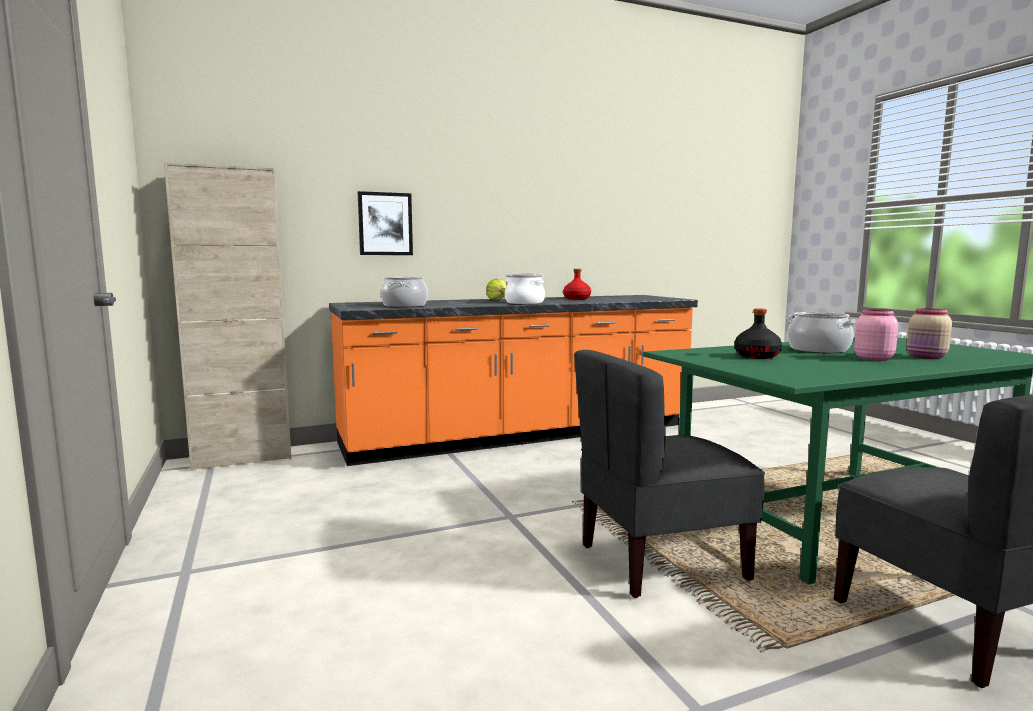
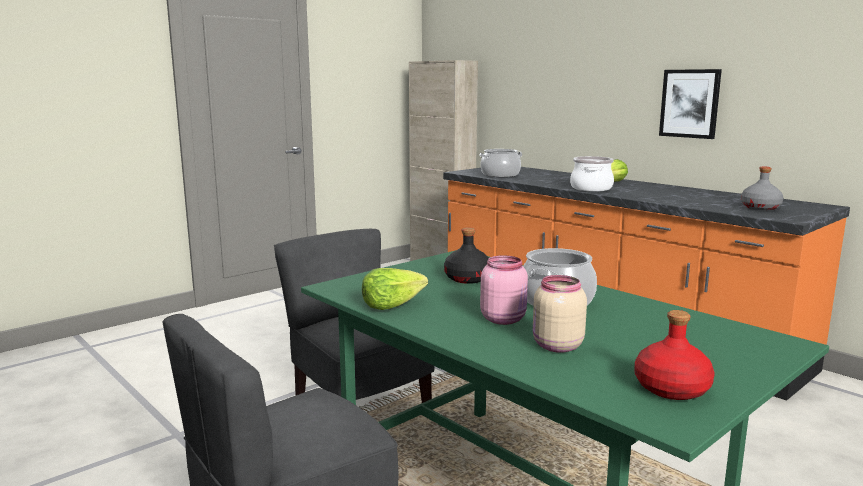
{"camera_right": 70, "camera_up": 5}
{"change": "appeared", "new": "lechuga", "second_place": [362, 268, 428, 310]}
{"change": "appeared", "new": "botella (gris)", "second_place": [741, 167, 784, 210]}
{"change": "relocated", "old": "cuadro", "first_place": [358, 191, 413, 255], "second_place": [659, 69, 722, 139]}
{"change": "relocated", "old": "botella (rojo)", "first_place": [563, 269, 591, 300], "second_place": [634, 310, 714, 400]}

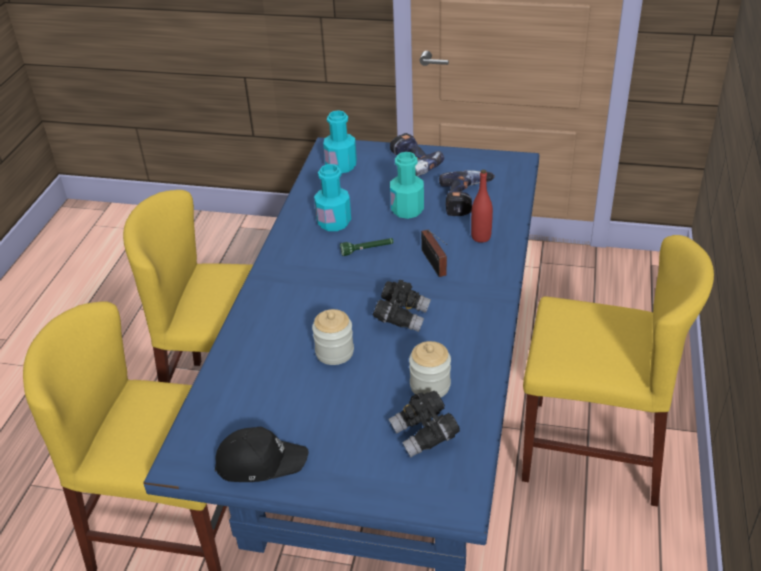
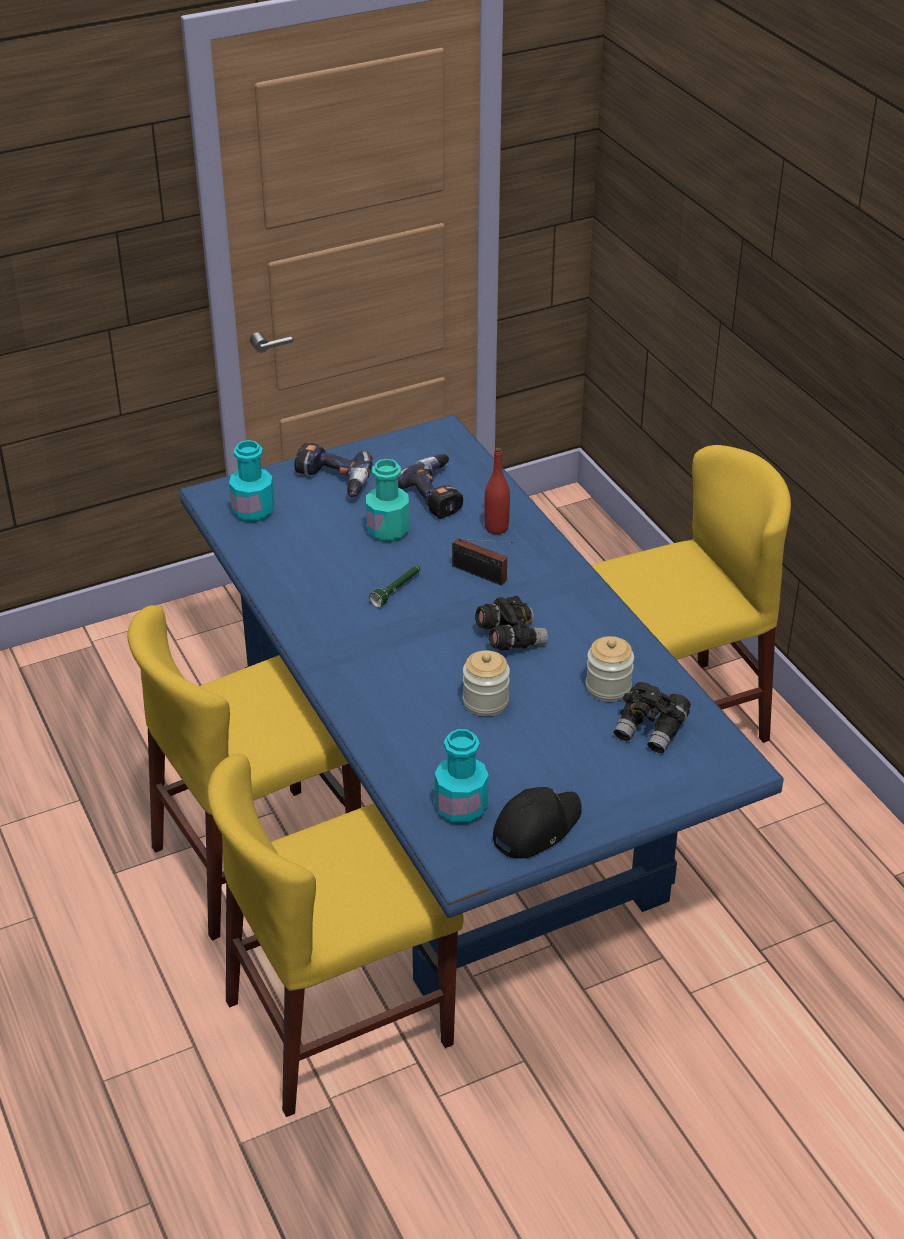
{"camera_right": -40, "camera_up": 0}
{"change": "relocated", "old": "botella (turquesa)", "first_place": [314, 164, 351, 231], "second_place": [435, 729, 489, 824]}

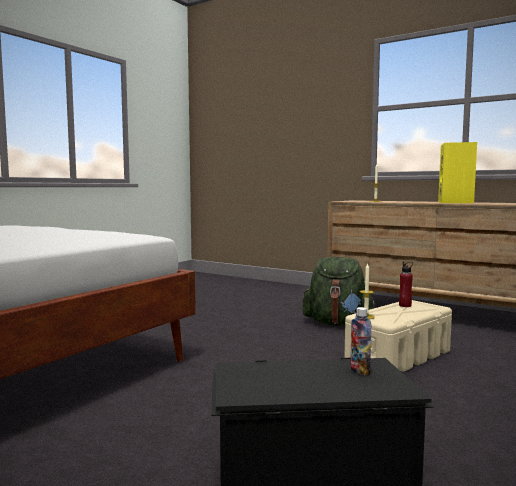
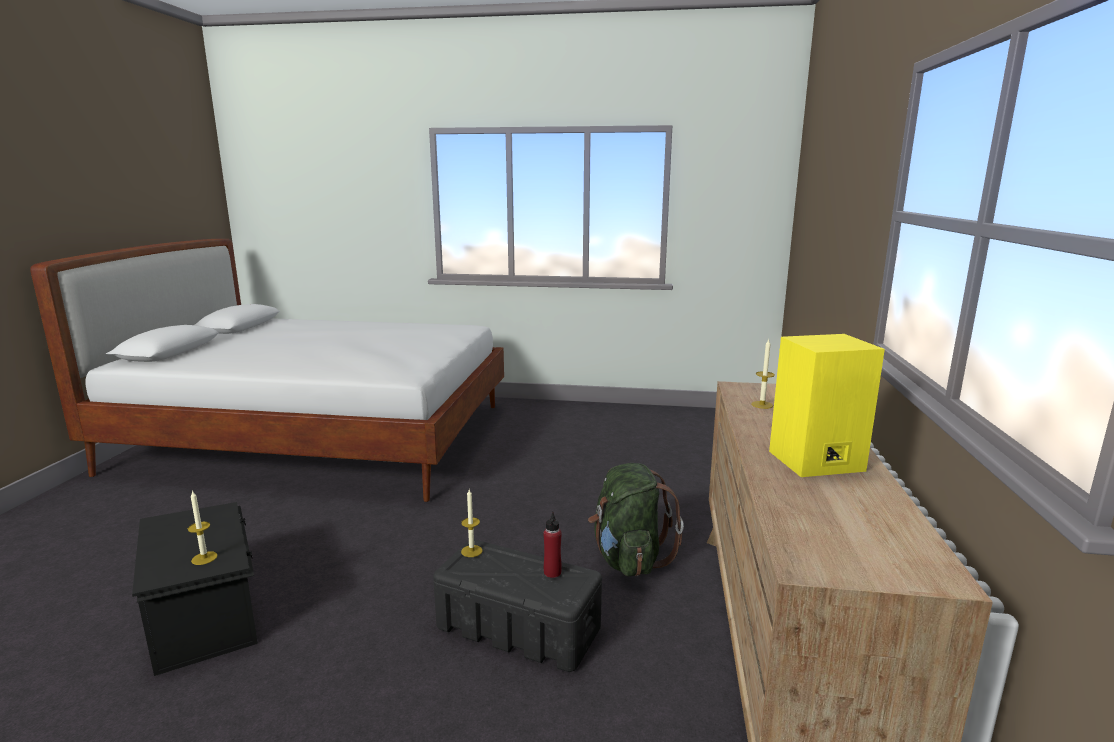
{"camera_right": 65, "camera_up": 10}
{"change": "exchanged", "old": "botella", "new": "vela", "first_place": [350, 307, 371, 375], "second_place": [188, 490, 218, 565]}
{"change": "colour", "old": "caja de almacenaje (beis)", "new": "caja de almacenaje (negro)", "first_place": [344, 300, 452, 372], "second_place": [433, 540, 602, 672]}

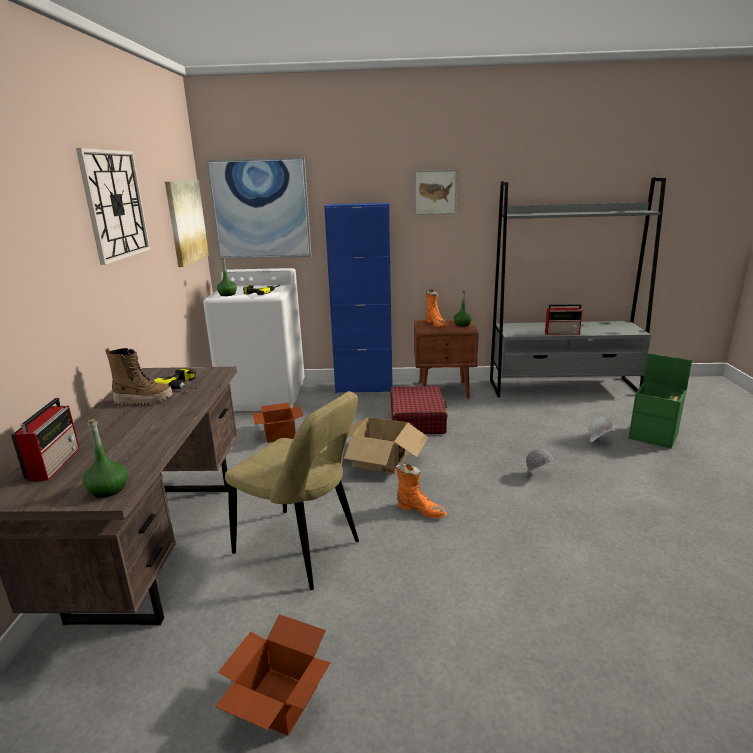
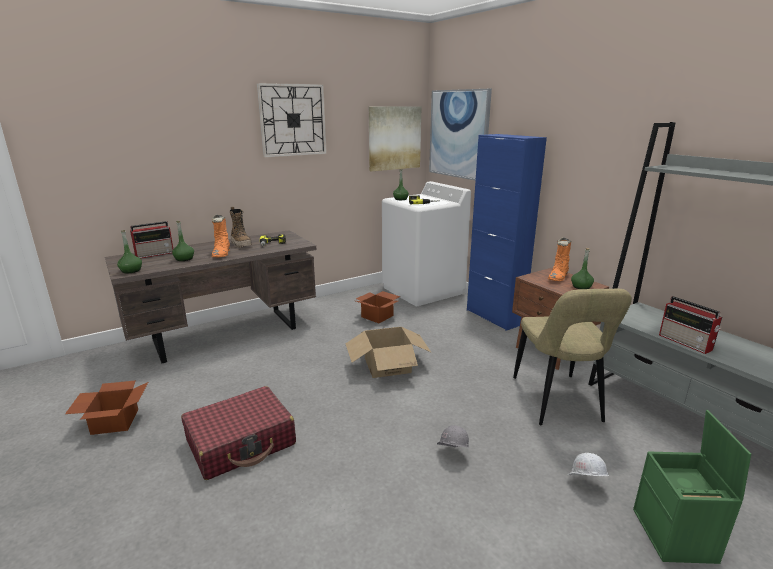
{"camera_right": 55, "camera_up": 0}
{"change": "missing", "old": "cuadro", "first_place": [414, 170, 457, 215]}
{"change": "appeared", "new": "botella (verde)", "second_place": [172, 221, 194, 261]}
{"change": "relocated", "old": "silla (beis)", "first_place": [225, 391, 359, 590], "second_place": [513, 289, 632, 425]}
{"change": "relocated", "old": "maleta (rojo)", "first_place": [390, 386, 448, 434], "second_place": [181, 386, 296, 480]}
{"change": "relocated", "old": "bota (naranja)", "first_place": [396, 464, 447, 518], "second_place": [212, 215, 230, 257]}

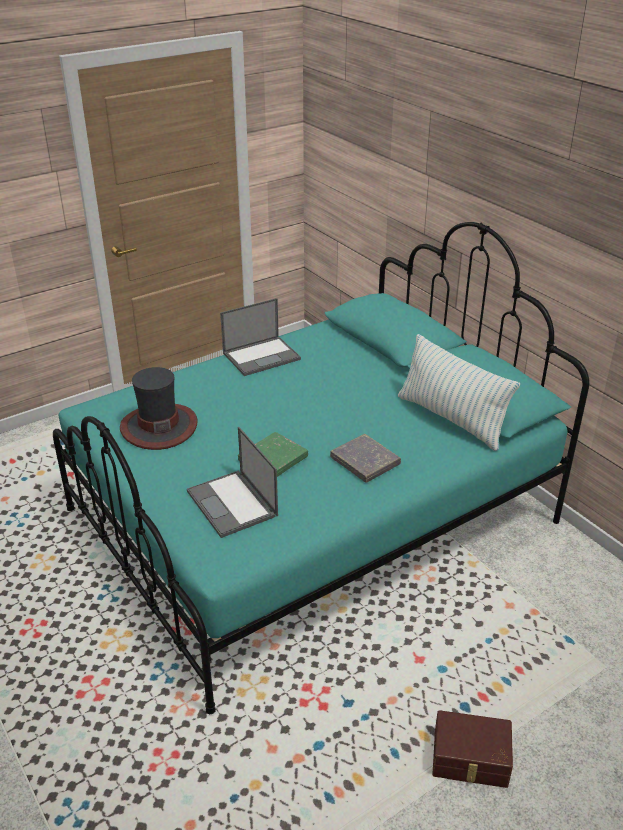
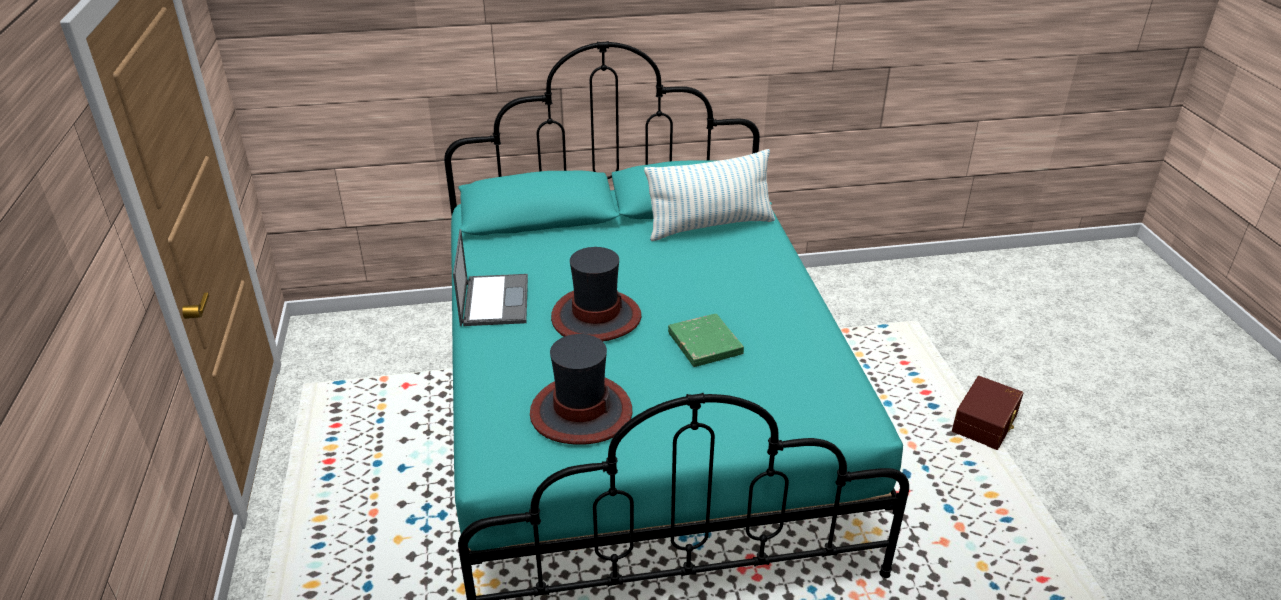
{"camera_right": -65, "camera_up": 0}
{"change": "missing", "old": "portátil", "first_place": [187, 427, 278, 538]}
{"change": "missing", "old": "libro (gris)", "first_place": [330, 434, 401, 483]}
{"change": "appeared", "new": "sombrero", "second_place": [551, 247, 641, 342]}

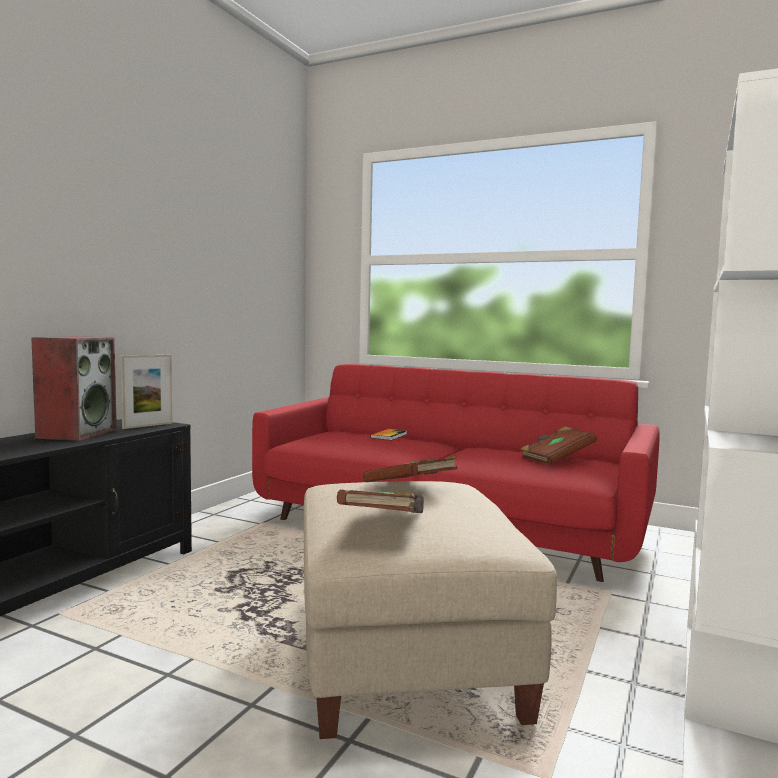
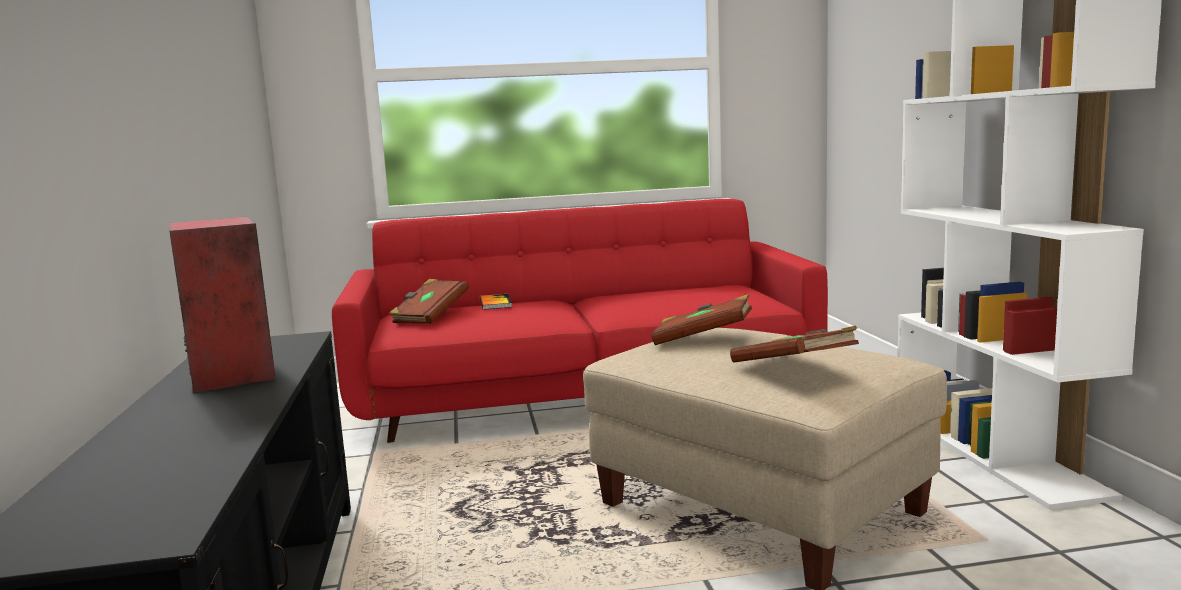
{"camera_right": -35, "camera_up": 5}
{"change": "missing", "old": "portarretratos", "first_place": [120, 355, 172, 429]}
{"change": "relocated", "old": "libro (marrón)", "first_place": [520, 426, 597, 465], "second_place": [389, 279, 469, 324]}

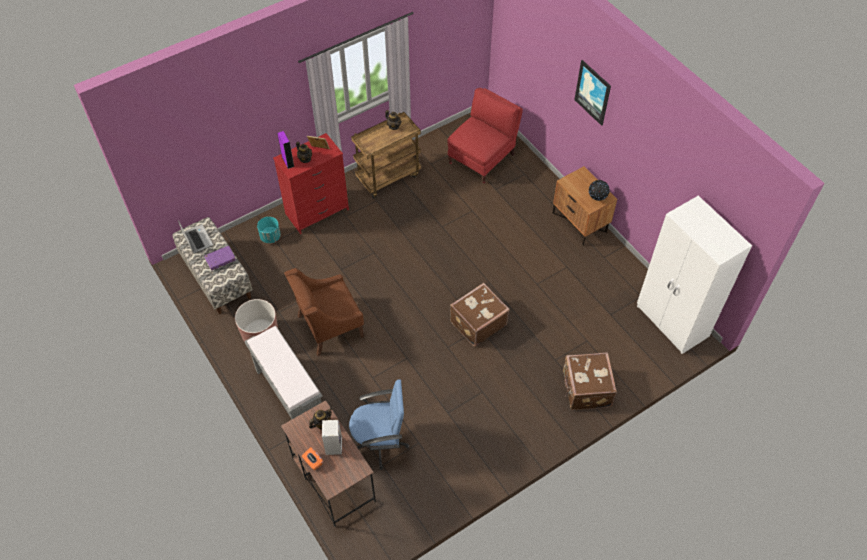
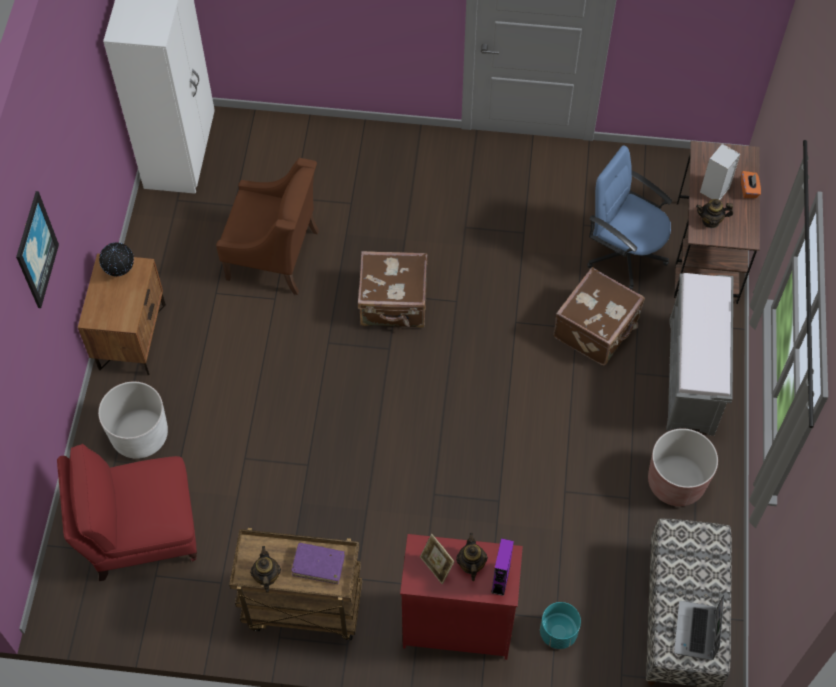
{"camera_right": -140, "camera_up": 5}
{"change": "appeared", "new": "maceta (blanco)", "second_place": [98, 382, 168, 459]}
{"change": "relocated", "old": "libro (morado)", "first_place": [204, 246, 236, 270], "second_place": [291, 542, 345, 584]}
{"change": "relocated", "old": "sillón (marrón)", "first_place": [284, 268, 364, 357], "second_place": [216, 158, 319, 295]}
{"change": "relocated", "old": "maleta (marrón)", "first_place": [563, 352, 617, 410], "second_place": [553, 267, 645, 366]}

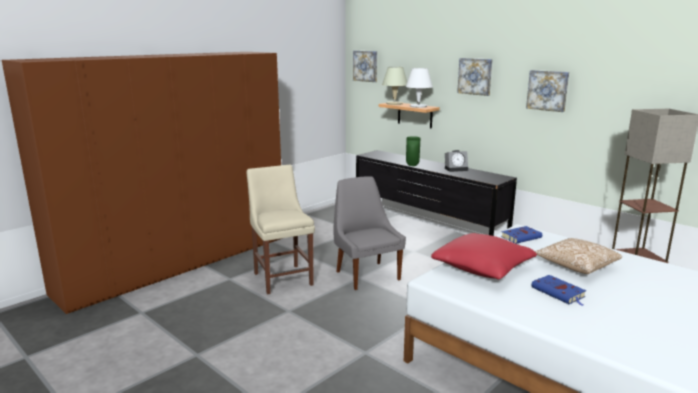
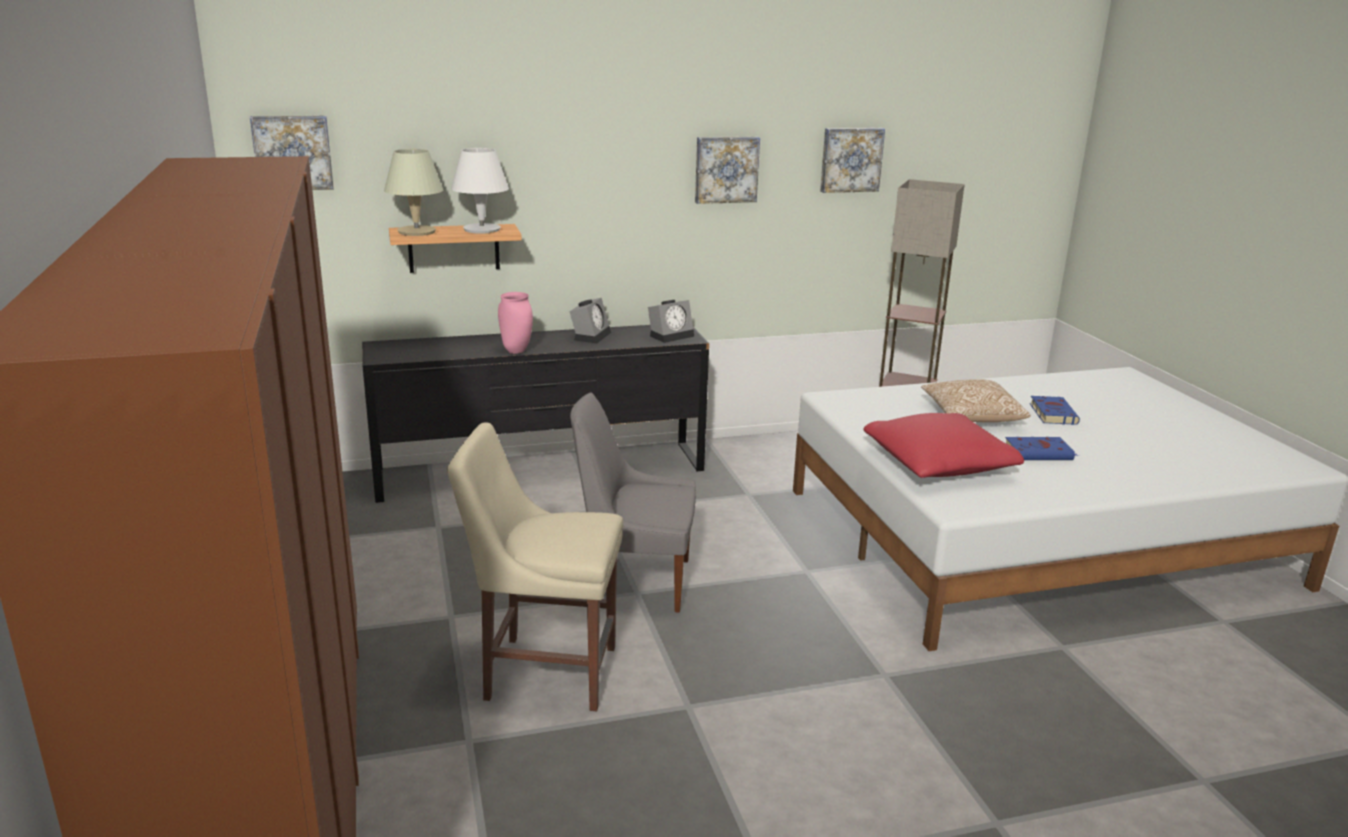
{"camera_right": -60, "camera_up": 5}
{"change": "appeared", "new": "despertador", "second_place": [648, 300, 694, 343]}
{"change": "relocated", "old": "cuadro", "first_place": [457, 58, 493, 96], "second_place": [820, 128, 885, 193]}
{"change": "relocated", "old": "libro (azul)", "first_place": [501, 226, 542, 244], "second_place": [1030, 396, 1080, 425]}
{"change": "colour", "old": "florero (verde)", "new": "florero (rosa)", "first_place": [406, 136, 420, 166], "second_place": [498, 292, 533, 354]}

